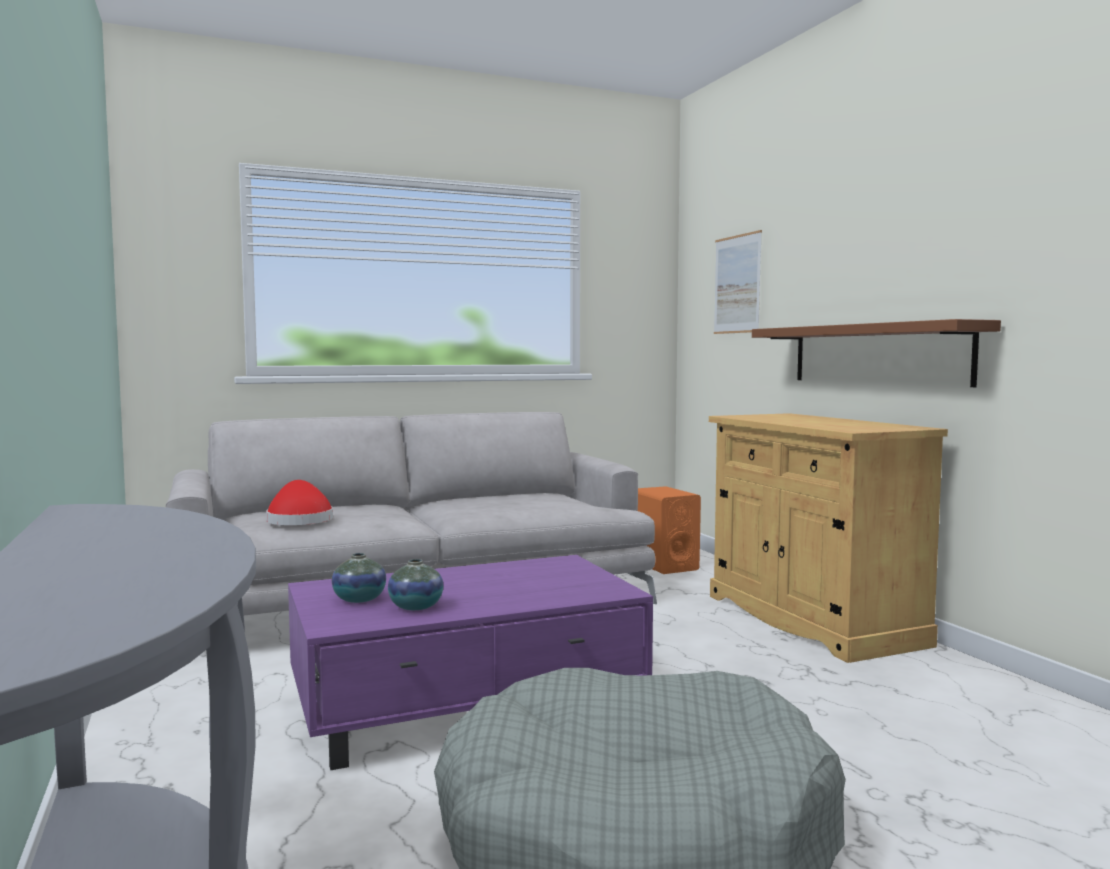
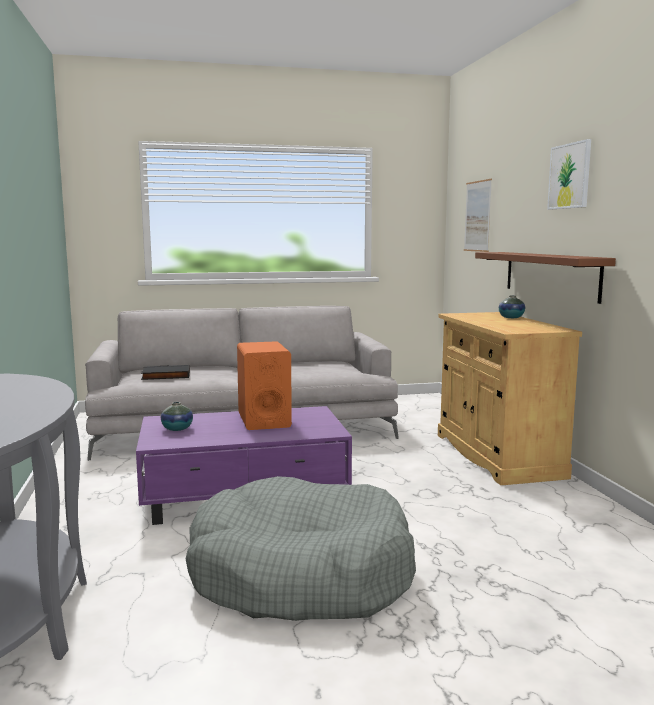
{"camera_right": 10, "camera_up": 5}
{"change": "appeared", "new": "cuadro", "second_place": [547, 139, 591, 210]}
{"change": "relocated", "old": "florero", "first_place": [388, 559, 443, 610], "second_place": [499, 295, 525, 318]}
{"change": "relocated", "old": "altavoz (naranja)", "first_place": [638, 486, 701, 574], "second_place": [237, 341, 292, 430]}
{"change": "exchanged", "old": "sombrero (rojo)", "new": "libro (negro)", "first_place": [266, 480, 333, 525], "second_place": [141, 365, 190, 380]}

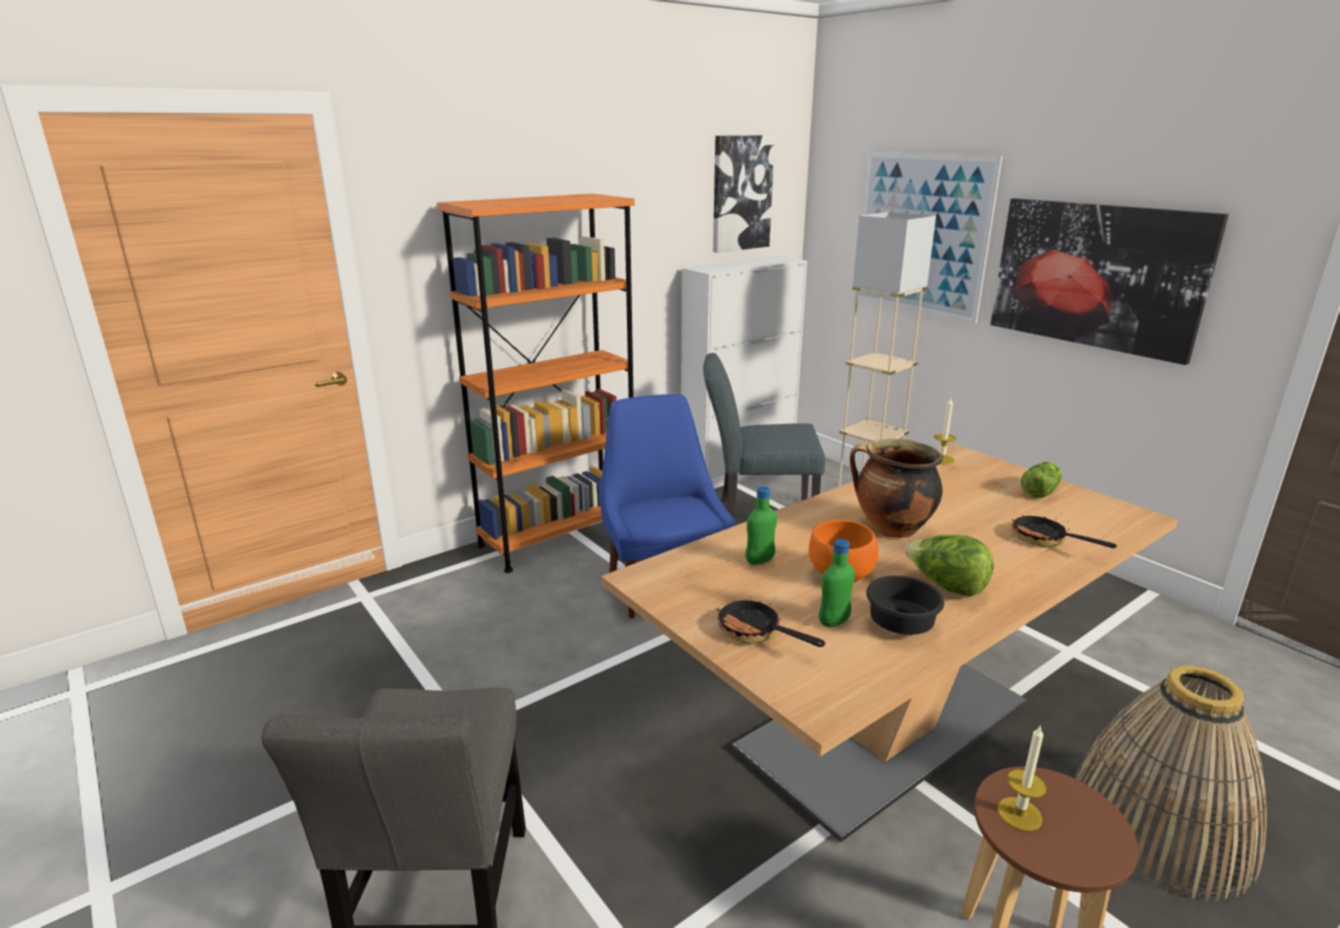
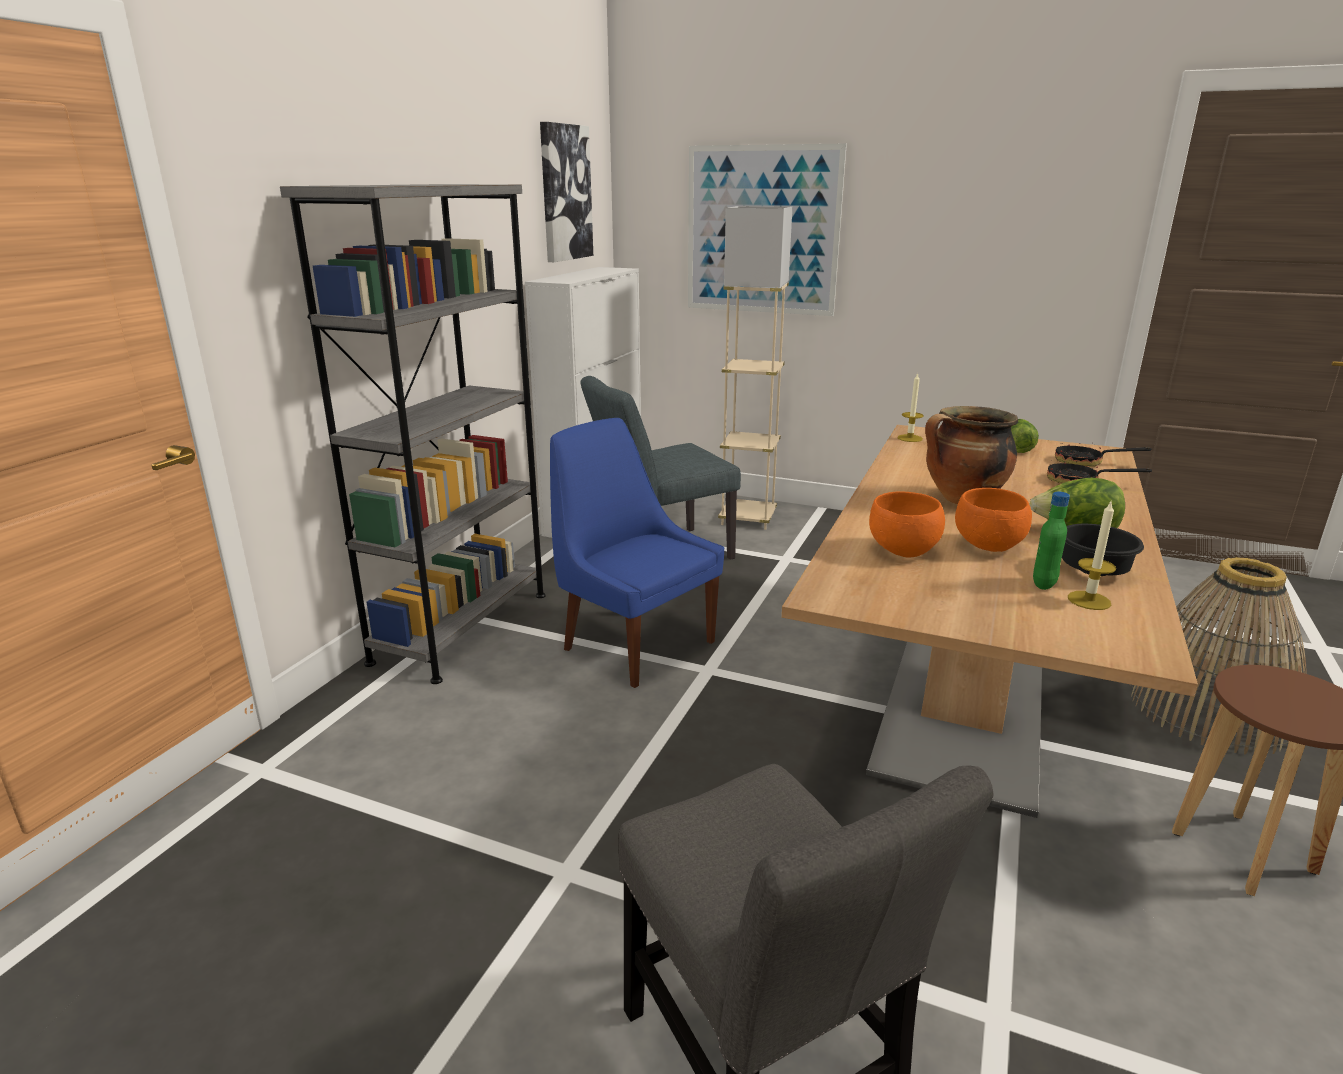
{"camera_right": -30, "camera_up": 0}
{"change": "missing", "old": "cuadro", "first_place": [990, 198, 1229, 365]}
{"change": "relocated", "old": "sartén", "first_place": [717, 597, 825, 647], "second_place": [1055, 442, 1152, 467]}
{"change": "relocated", "old": "vela", "first_place": [997, 725, 1047, 831], "second_place": [1068, 500, 1116, 610]}
{"change": "exchanged", "old": "botella (verde)", "new": "cuenco (naranja)", "first_place": [745, 486, 777, 565], "second_place": [869, 492, 945, 558]}
{"change": "colour", "old": "estantería (naranja)", "new": "estantería (gris)", "first_place": [437, 194, 635, 573], "second_place": [280, 184, 546, 684]}

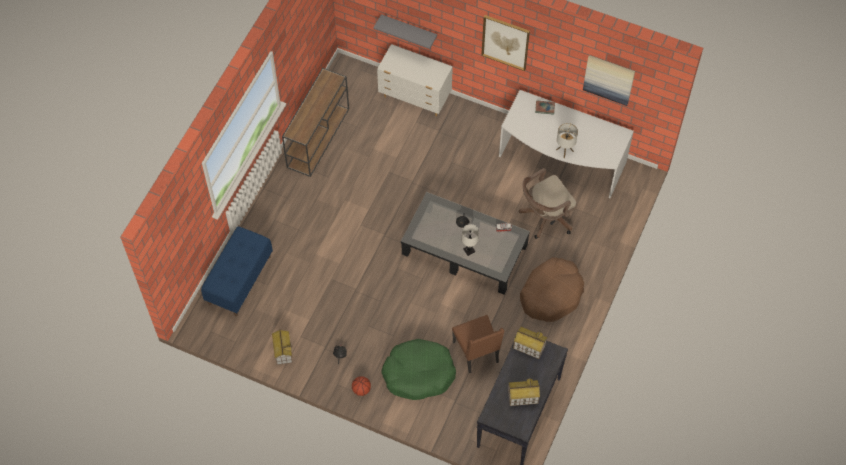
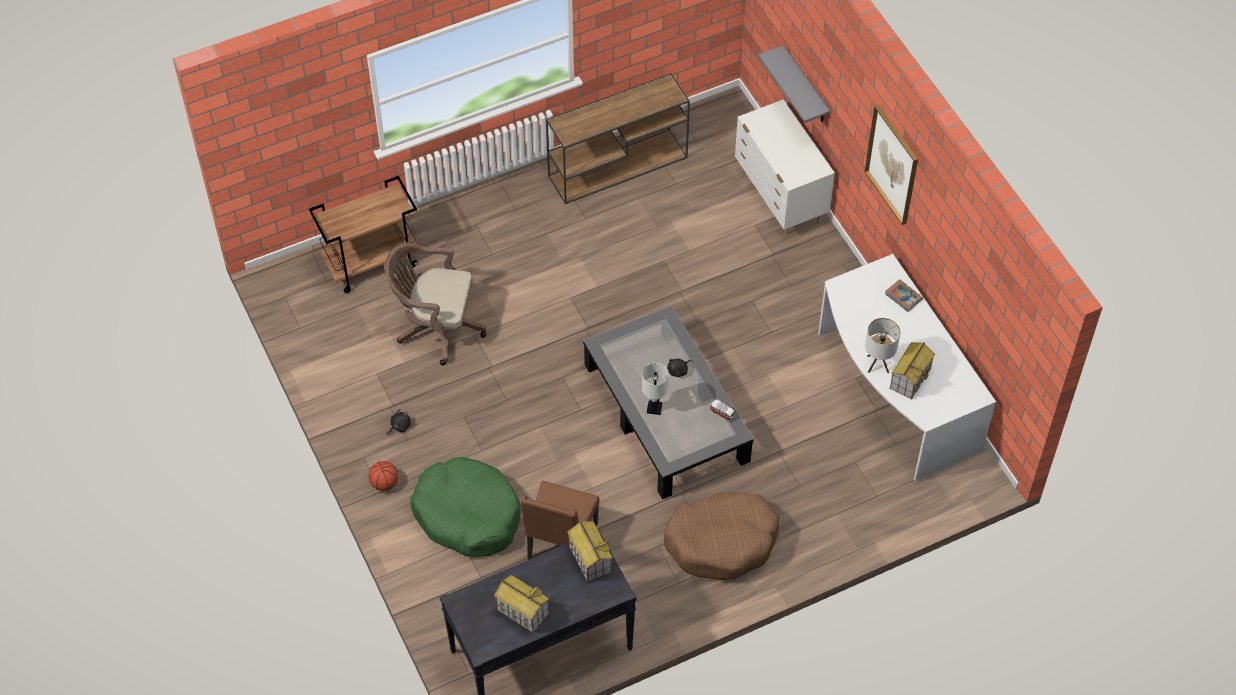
{"camera_right": 40, "camera_up": -5}
{"change": "missing", "old": "cuadro", "first_place": [583, 55, 635, 106]}
{"change": "relocated", "old": "casita", "first_place": [272, 330, 293, 365], "second_place": [890, 342, 935, 399]}
{"change": "relocated", "old": "silla de oficina (marrón)", "first_place": [519, 168, 577, 239], "second_place": [385, 242, 486, 365]}
{"change": "exchanged", "old": "banco (azul)", "new": "carrito (marrón)", "first_place": [201, 226, 273, 316], "second_place": [309, 176, 417, 293]}

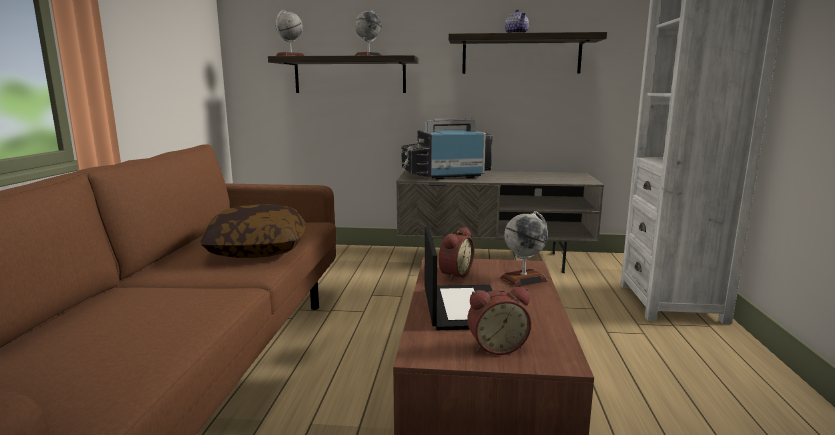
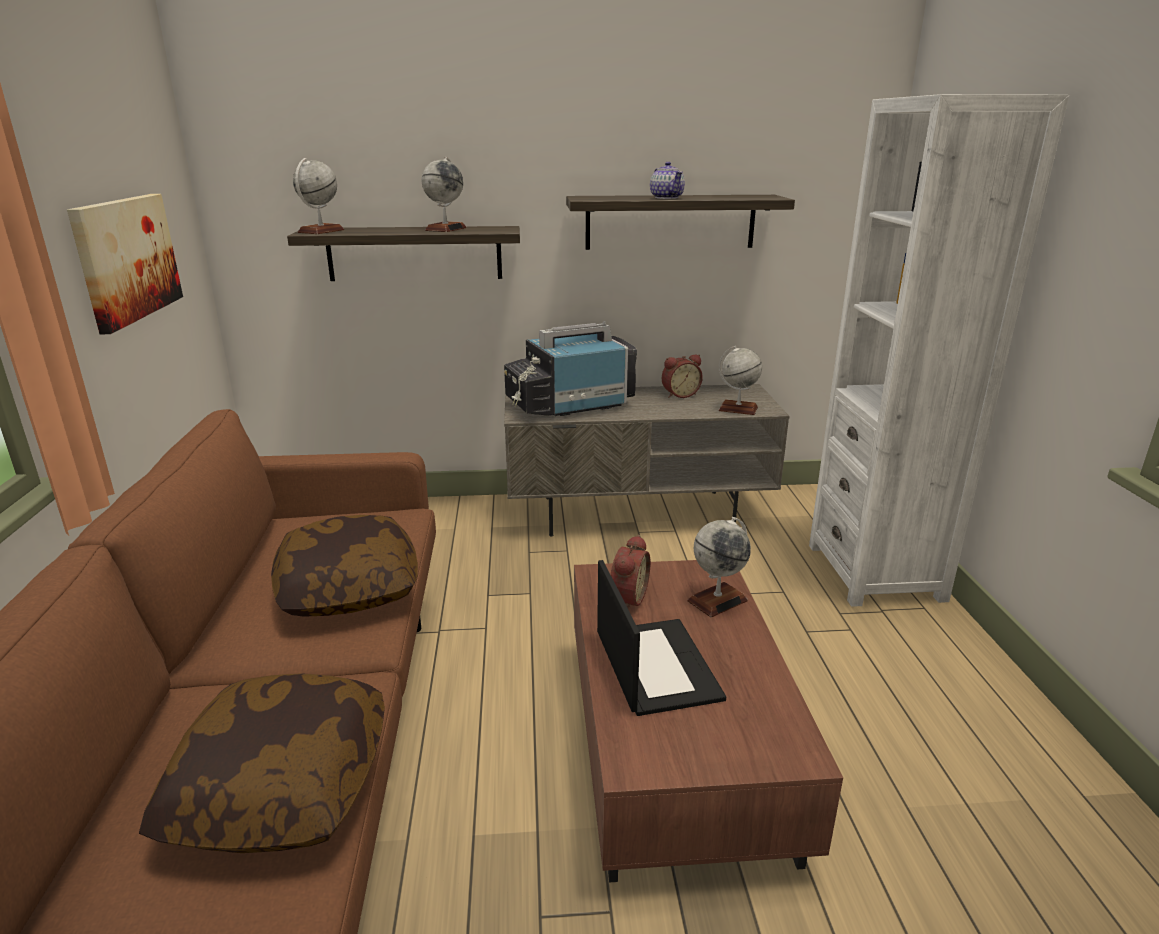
{"camera_right": -10, "camera_up": 10}
{"change": "appeared", "new": "cuadro", "second_place": [67, 194, 183, 334]}
{"change": "appeared", "new": "cojín", "second_place": [139, 673, 385, 853]}
{"change": "appeared", "new": "globo terráqueo", "second_place": [718, 346, 762, 415]}
{"change": "relocated", "old": "despertador", "first_place": [467, 287, 531, 355], "second_place": [662, 355, 703, 398]}

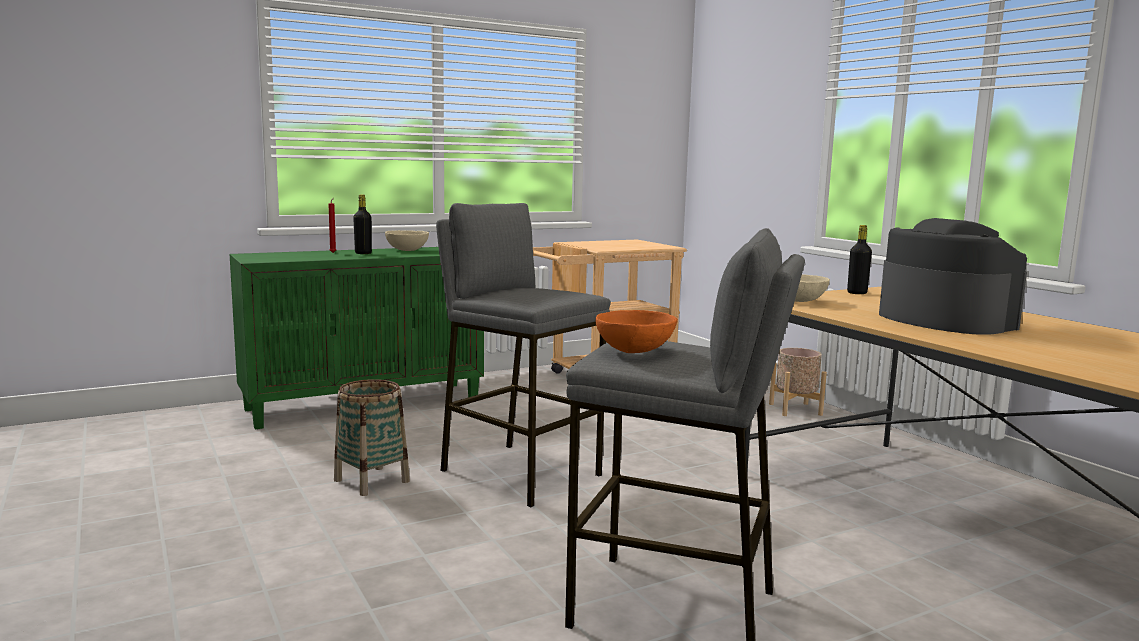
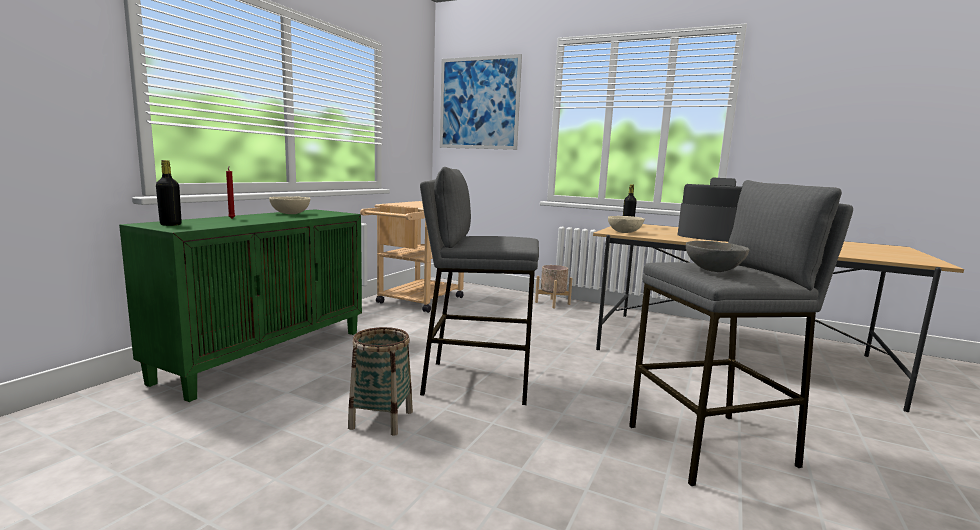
{"camera_right": -35, "camera_up": 0}
{"change": "appeared", "new": "cuadro", "second_place": [440, 54, 522, 150]}
{"change": "relocated", "old": "botella (negro)", "first_place": [353, 195, 372, 254], "second_place": [156, 160, 182, 226]}
{"change": "colour", "old": "cuenco (naranja)", "new": "cuenco (gris)", "first_place": [596, 310, 678, 353], "second_place": [686, 241, 750, 272]}

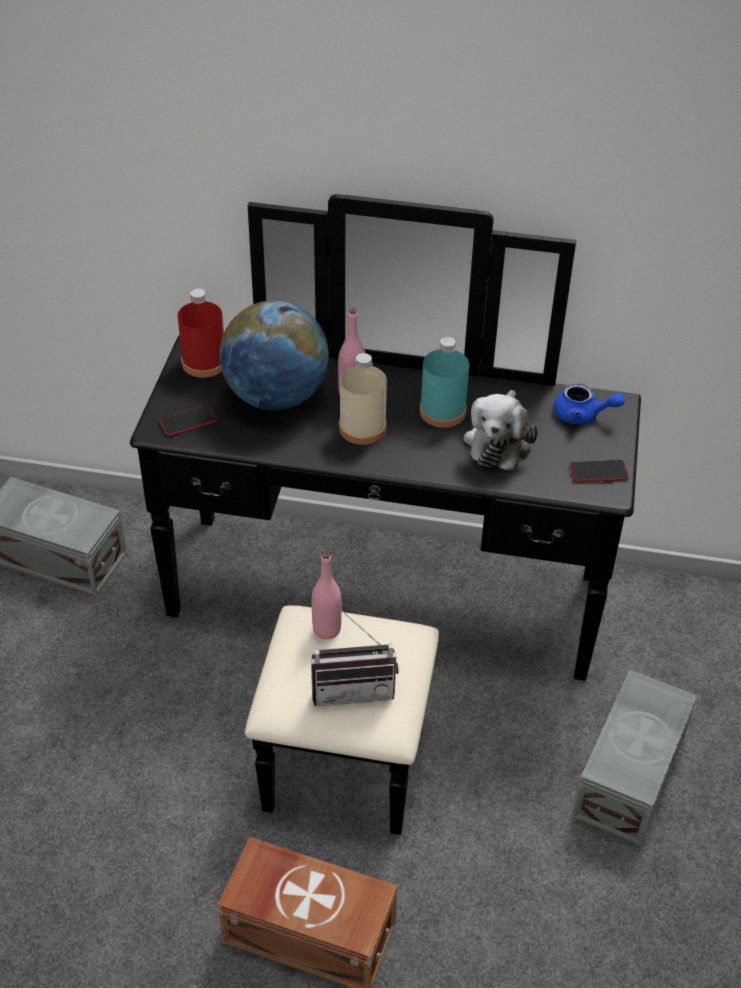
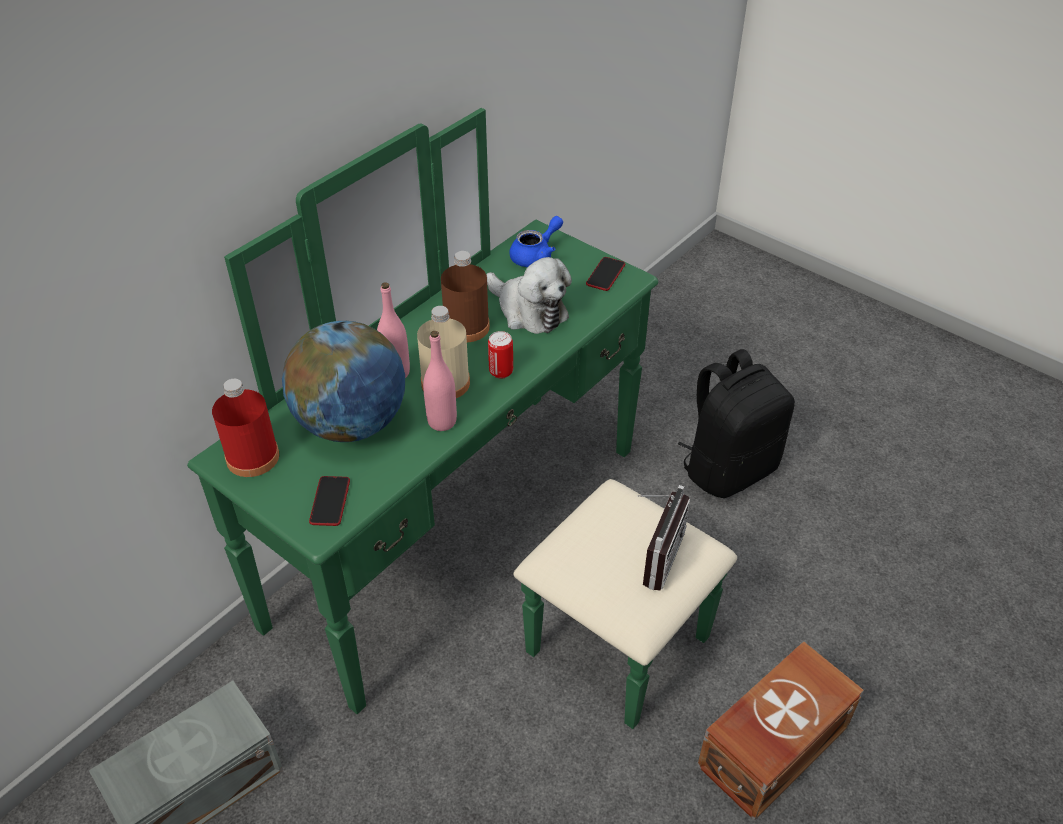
{"camera_right": -60, "camera_up": 0}
{"change": "appeared", "new": "lata", "second_place": [488, 331, 513, 379]}
{"change": "relocated", "old": "botella (rosa)", "first_place": [312, 552, 342, 640], "second_place": [423, 331, 457, 431]}
{"change": "exchanged", "old": "caja de almacenaje (gris)", "new": "mochila (negro)", "first_place": [572, 670, 697, 846], "second_place": [678, 349, 795, 498]}
{"change": "colour", "old": "cómoda (negro)", "new": "cómoda (verde)", "first_place": [130, 194, 641, 835], "second_place": [187, 108, 737, 729]}
{"change": "colour", "old": "botella (turquesa)", "new": "botella (marrón)", "first_place": [420, 337, 469, 428], "second_place": [441, 251, 490, 342]}

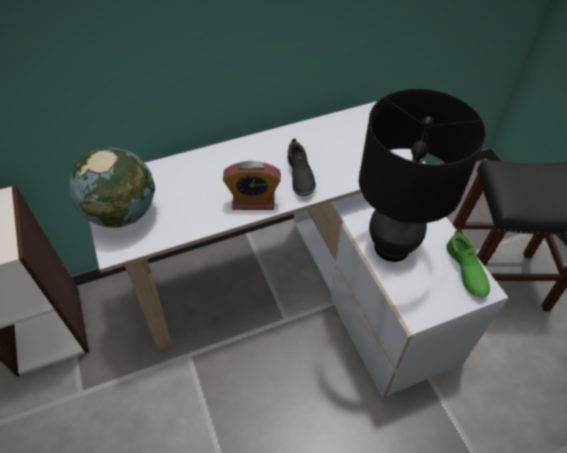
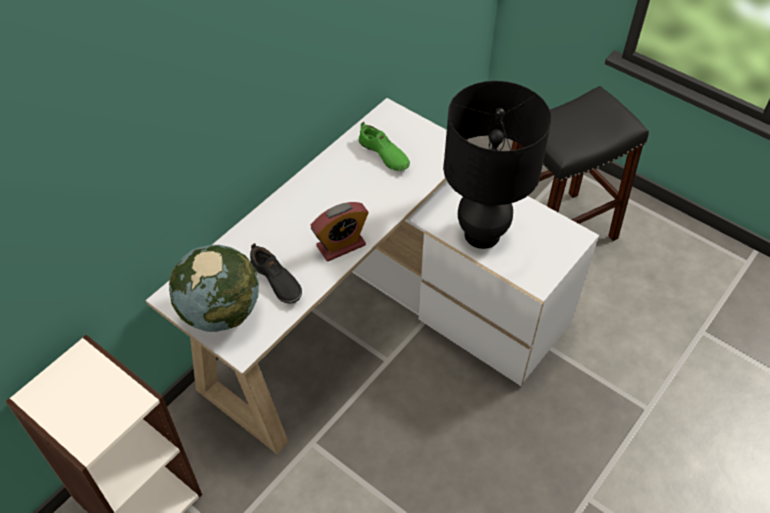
{"camera_right": -30, "camera_up": 0}
{"change": "relocated", "old": "zapato (negro)", "first_place": [288, 138, 316, 196], "second_place": [250, 243, 302, 304]}
{"change": "relocated", "old": "zapato (verde)", "first_place": [446, 230, 490, 297], "second_place": [359, 122, 410, 171]}

